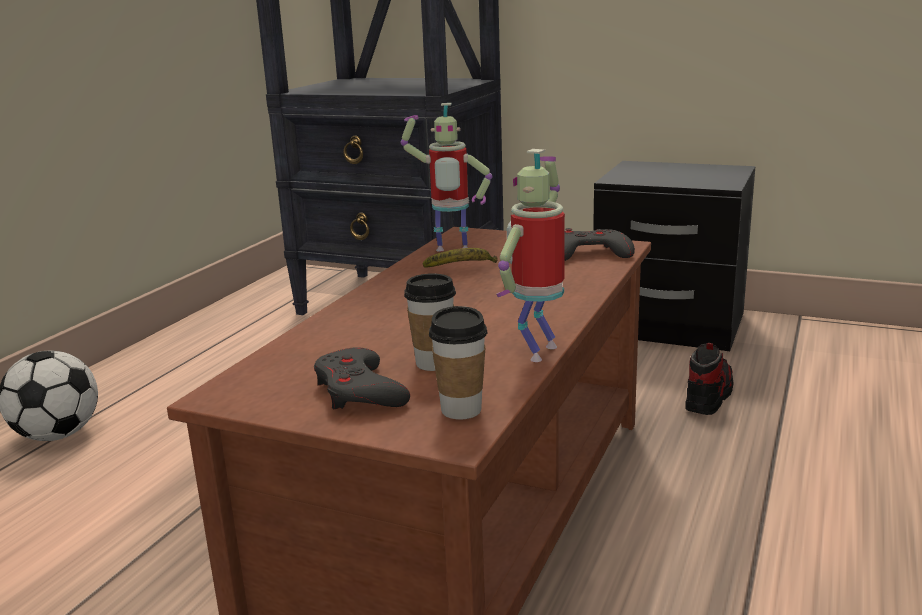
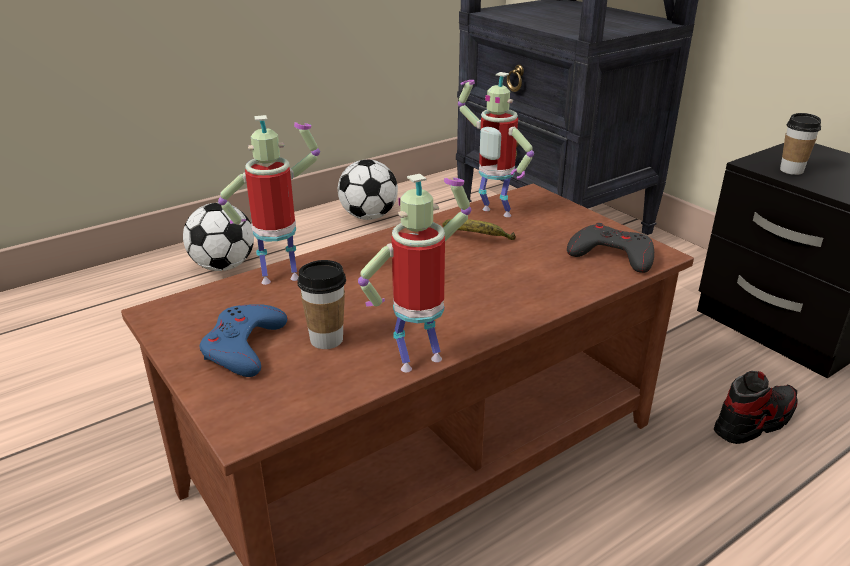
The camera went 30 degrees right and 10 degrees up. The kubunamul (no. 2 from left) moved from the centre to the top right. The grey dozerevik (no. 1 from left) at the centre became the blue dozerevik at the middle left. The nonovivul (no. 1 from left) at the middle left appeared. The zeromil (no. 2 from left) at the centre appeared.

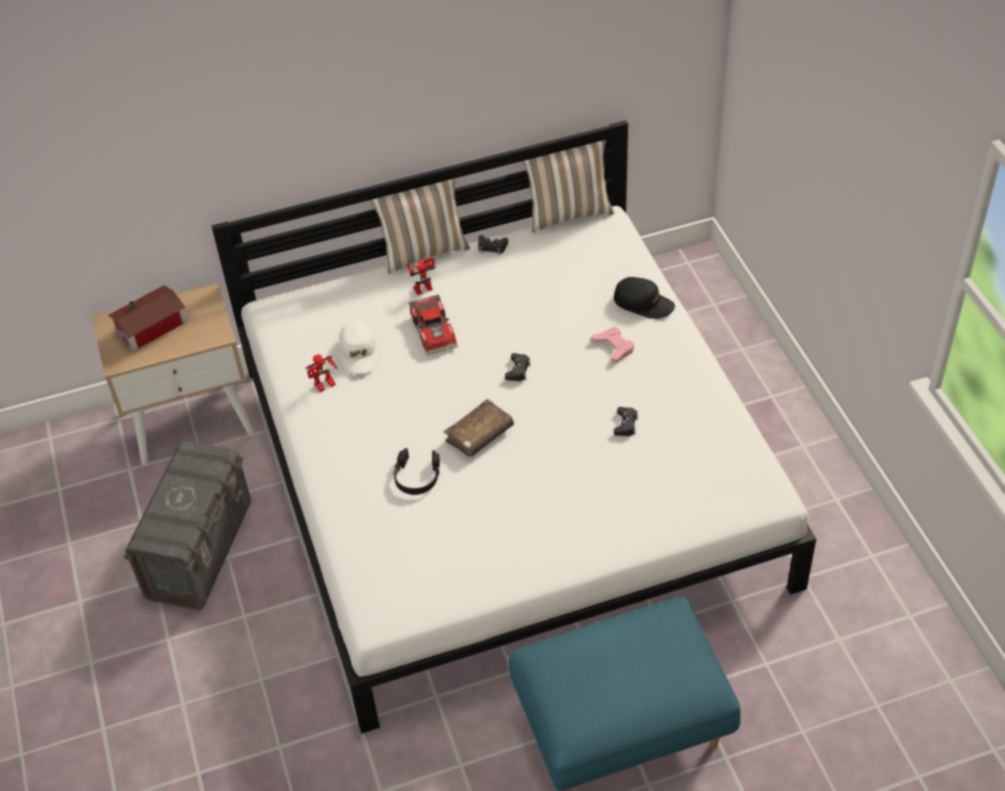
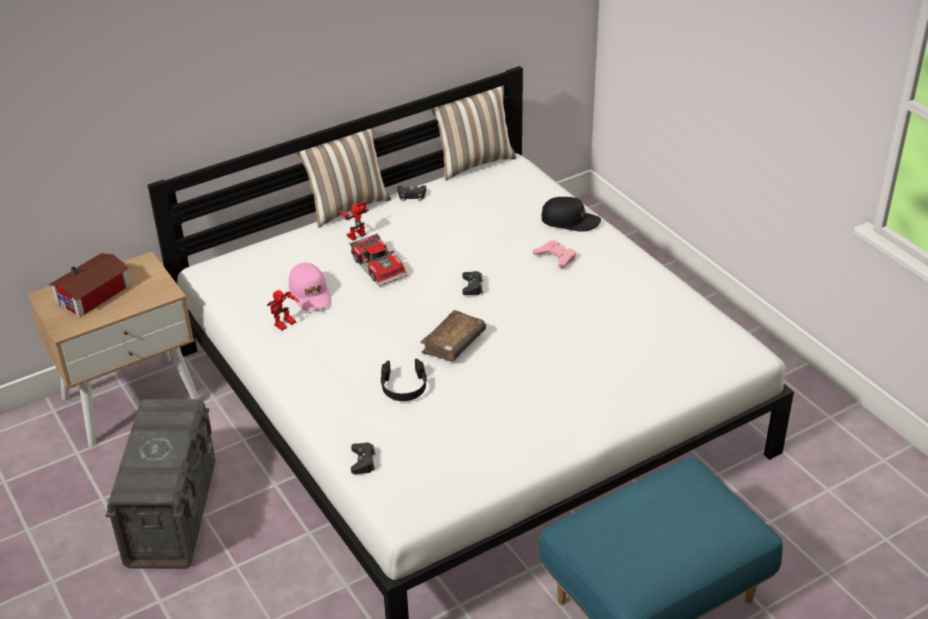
The camera went 15 degrees left and 10 degrees down. The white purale at the centre became the pink purale at the centre. The black dozerevik (no. 3 from left in the first image) moved from the centre to the bottom centre.

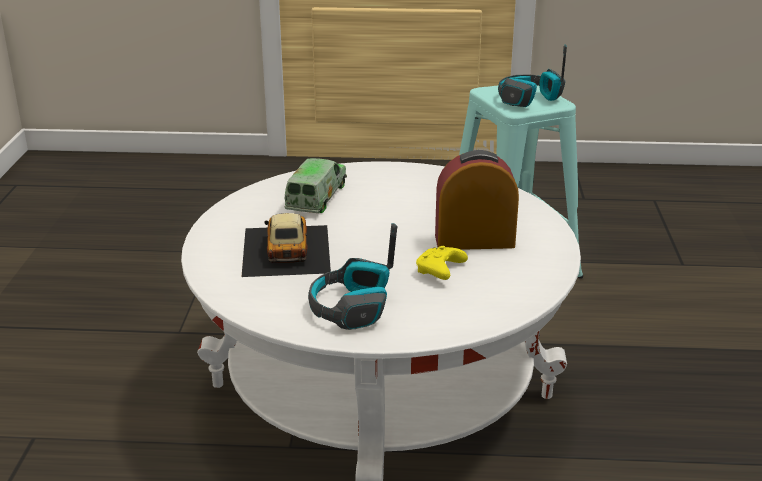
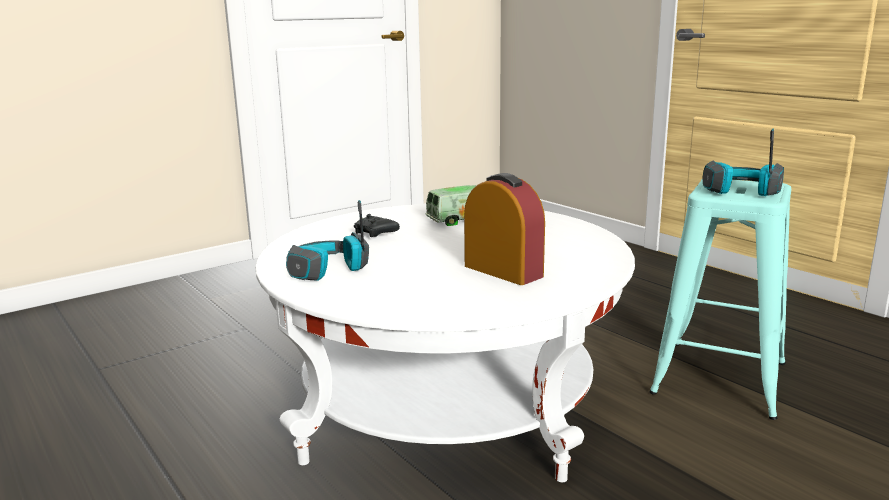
The camera went 50 degrees right and 10 degrees down. The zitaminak at the centre was replaced by the black dozerevik at the centre. The yellow dozerevik at the centre disappeared.

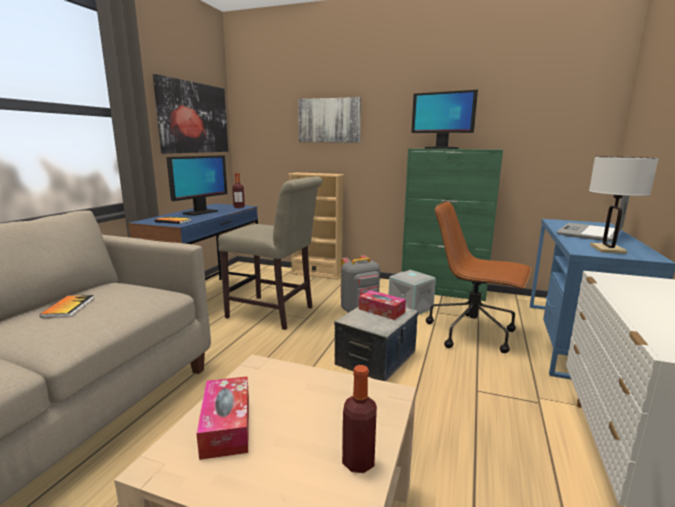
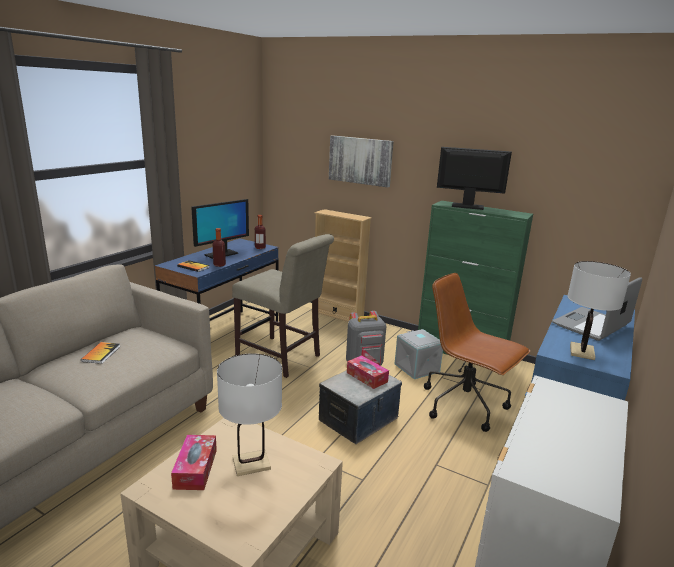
The camera went 10 degrees right and 5 degrees up. The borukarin (no. 1 from left) at the top left disappeared. The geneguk (no. 2 from left) at the top centre turned 150 degrees clockwise. The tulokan (no. 2 from left in the first image) moved from the bottom centre to the middle left. The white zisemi (no. 1 from left) at the bottom centre appeared.

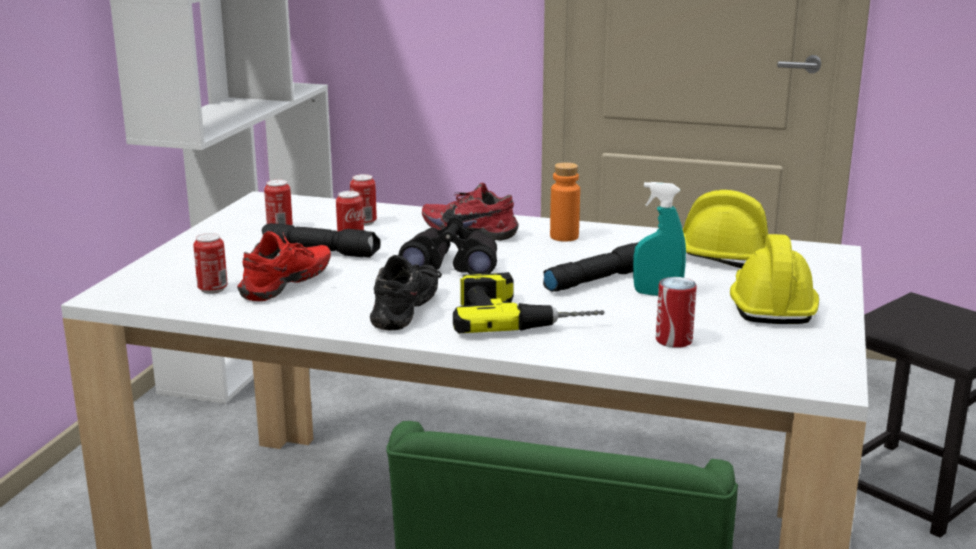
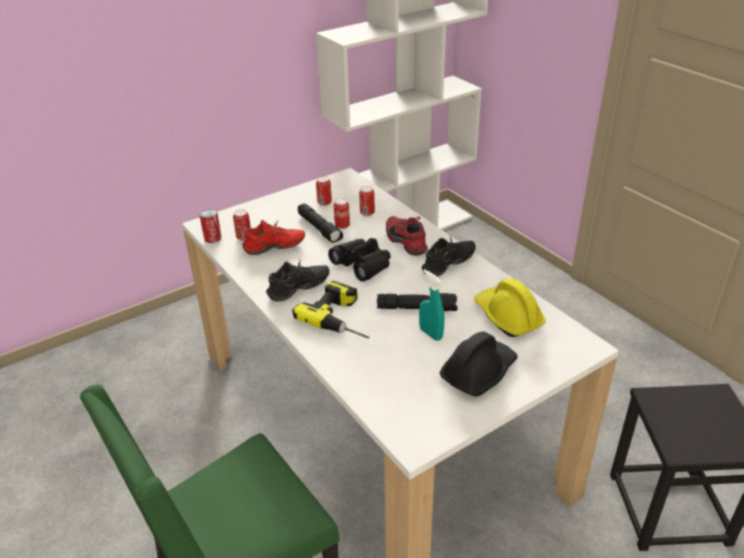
The camera went 40 degrees right and 15 degrees up. The orange tulokan at the centre was replaced by the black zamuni (no. 2 from left) at the centre. The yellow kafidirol (no. 2 from left) at the middle right became the black kafidirol at the centre. The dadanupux (no. 5 from left in the first image) moved from the middle right to the middle left.

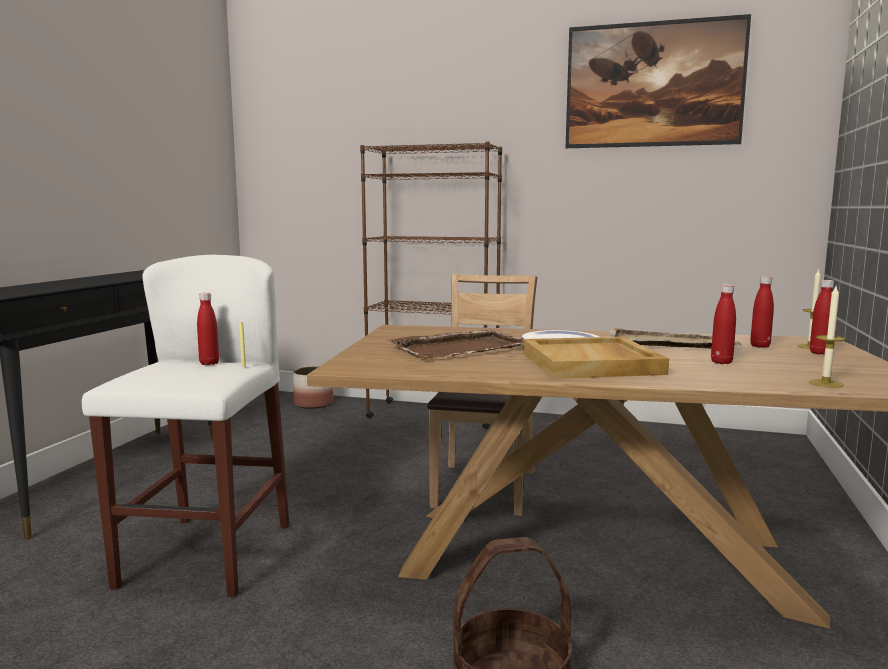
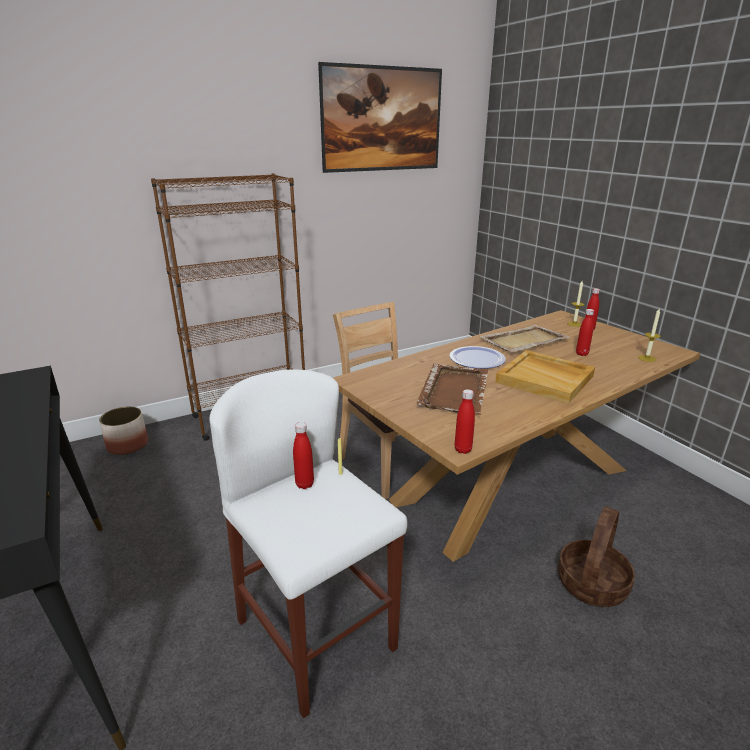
The camera went 45 degrees left and 15 degrees up. The red tulokan (no. 3 from left in the first image) moved from the middle right to the centre.

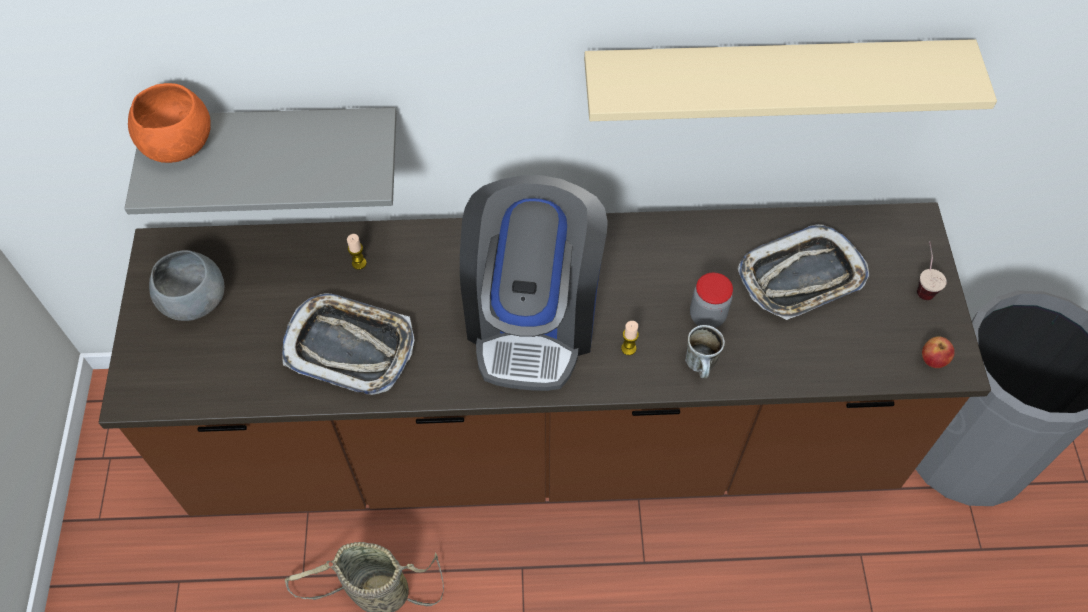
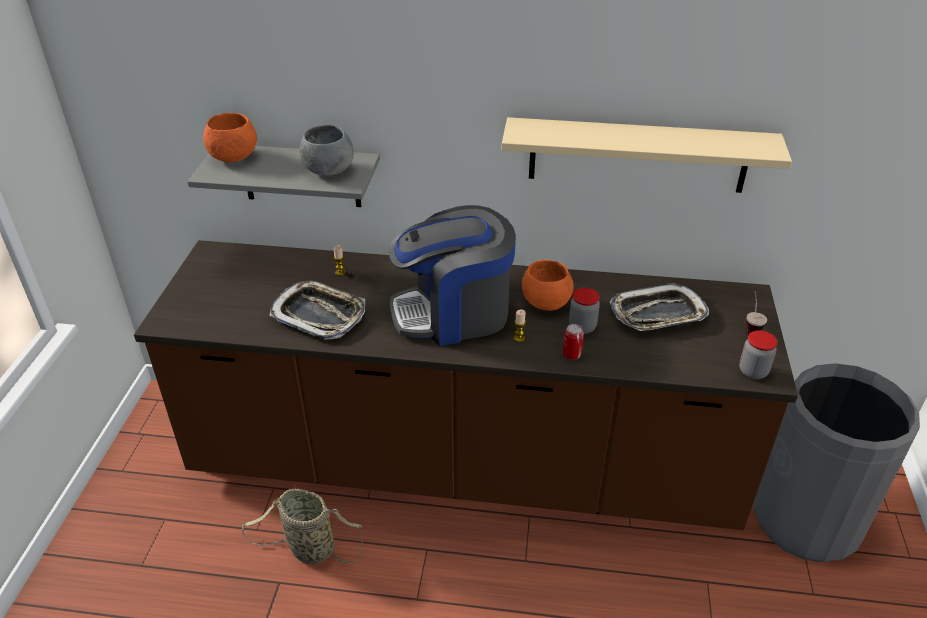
The camera went 10 degrees right and 20 degrees down. The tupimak at the centre turned 60 degrees clockwise. The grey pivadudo moved from the middle left to the top centre. The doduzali at the centre was replaced by the dadanupux at the centre. The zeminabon at the middle right was replaced by the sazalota (no. 2 from left) at the middle right. The orange pivadudo (no. 2 from left) at the centre appeared.

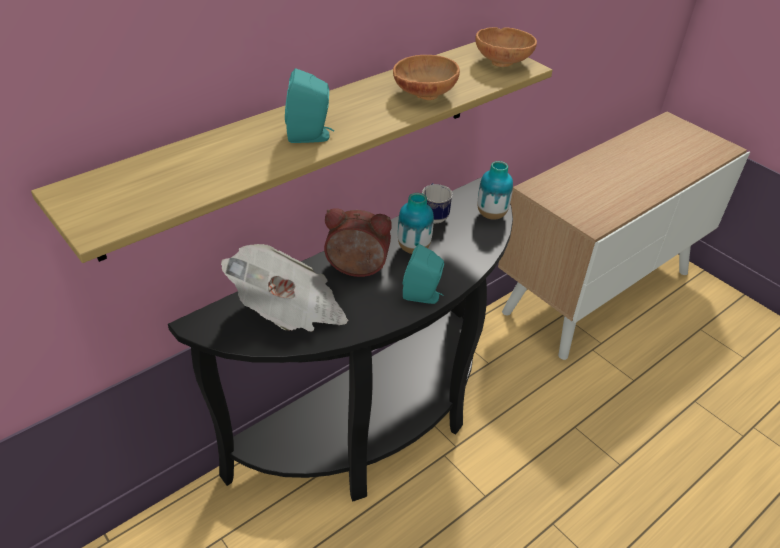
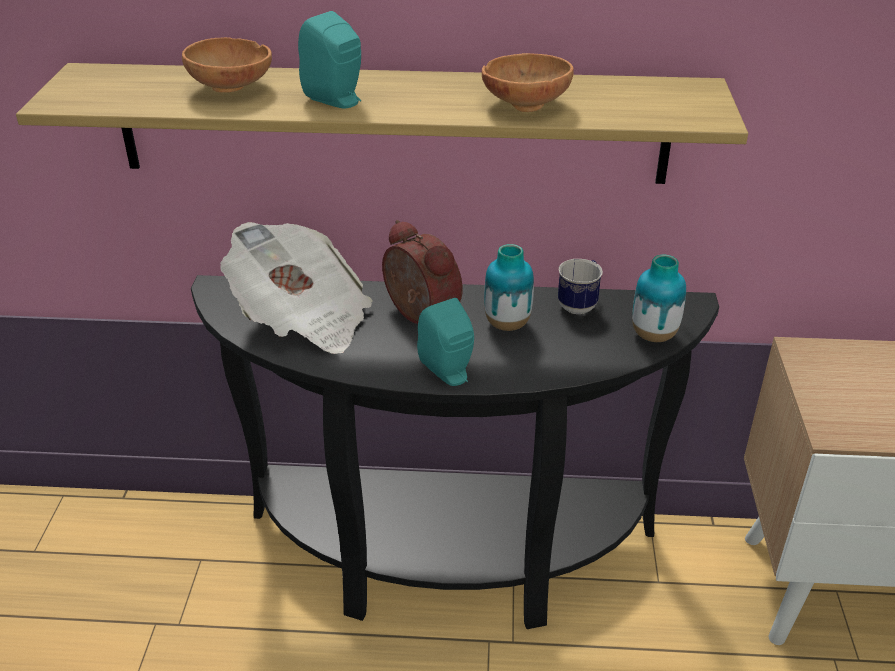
The camera went 45 degrees right and 5 degrees down. The brown pivadudo (no. 2 from left in the first image) moved from the top centre to the top left.

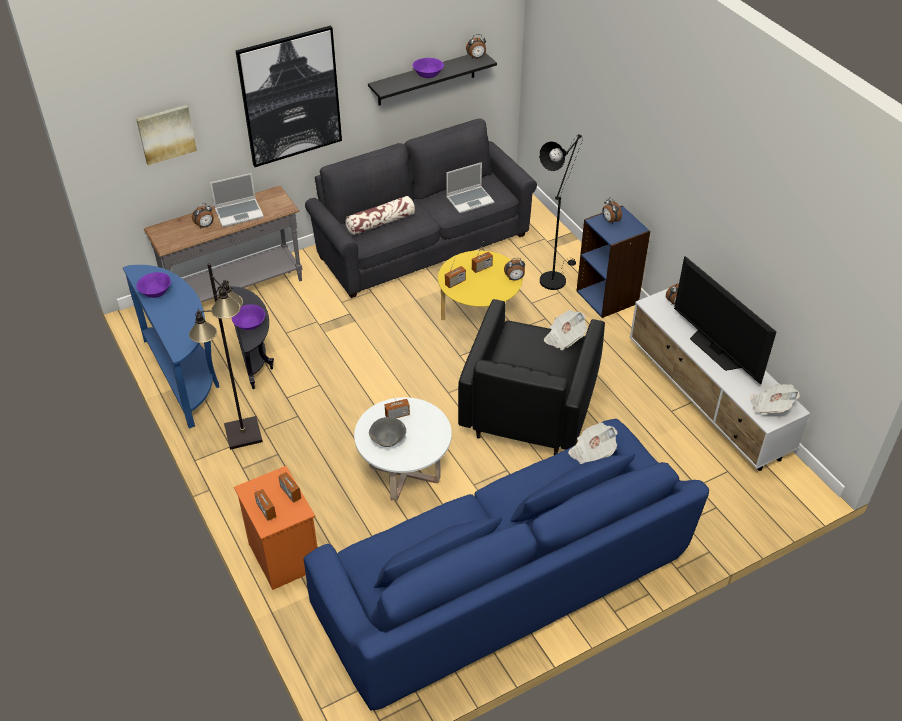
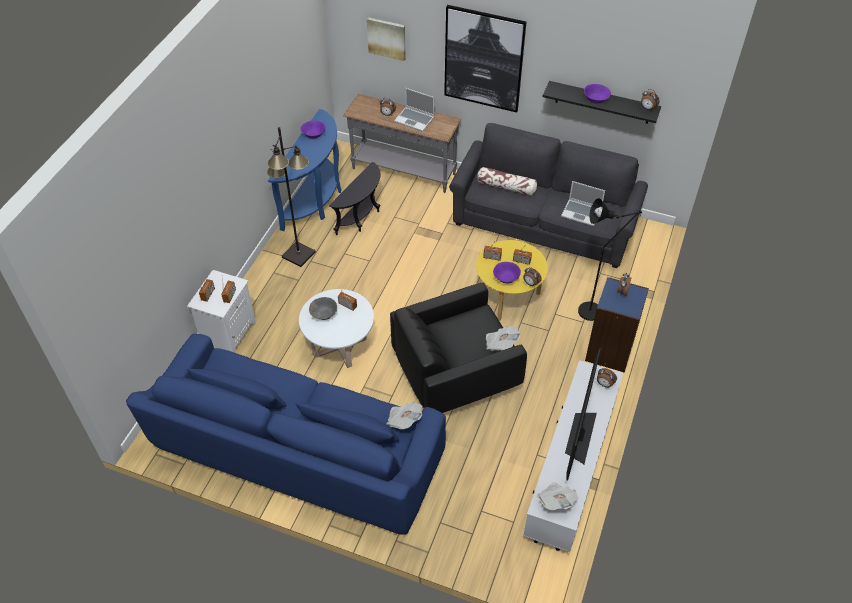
The camera went 50 degrees right and 5 degrees up. The purple pivadudo (no. 2 from left) moved from the middle left to the centre. The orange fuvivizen at the bottom left became the white fuvivizen at the middle left.

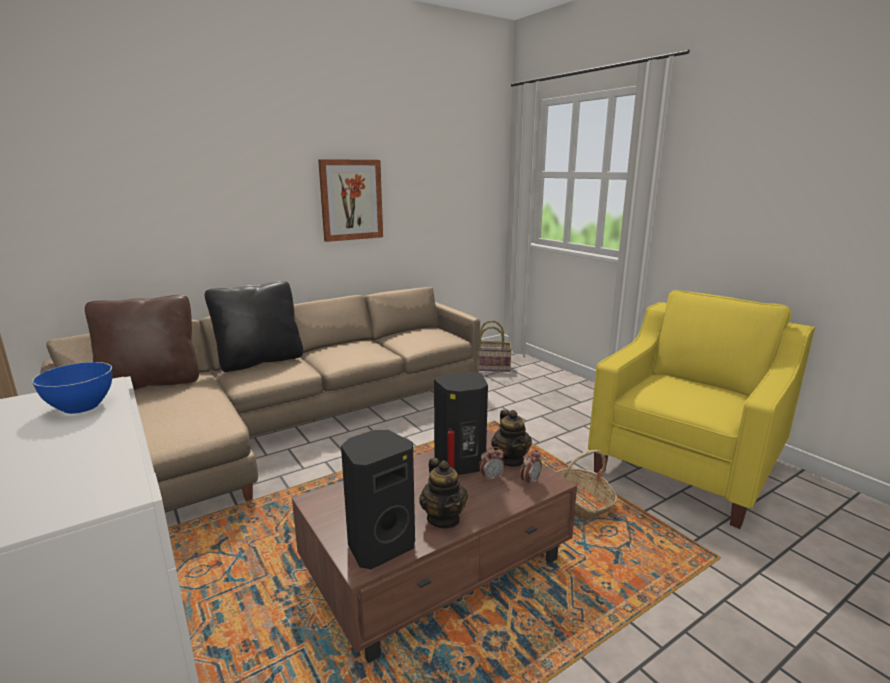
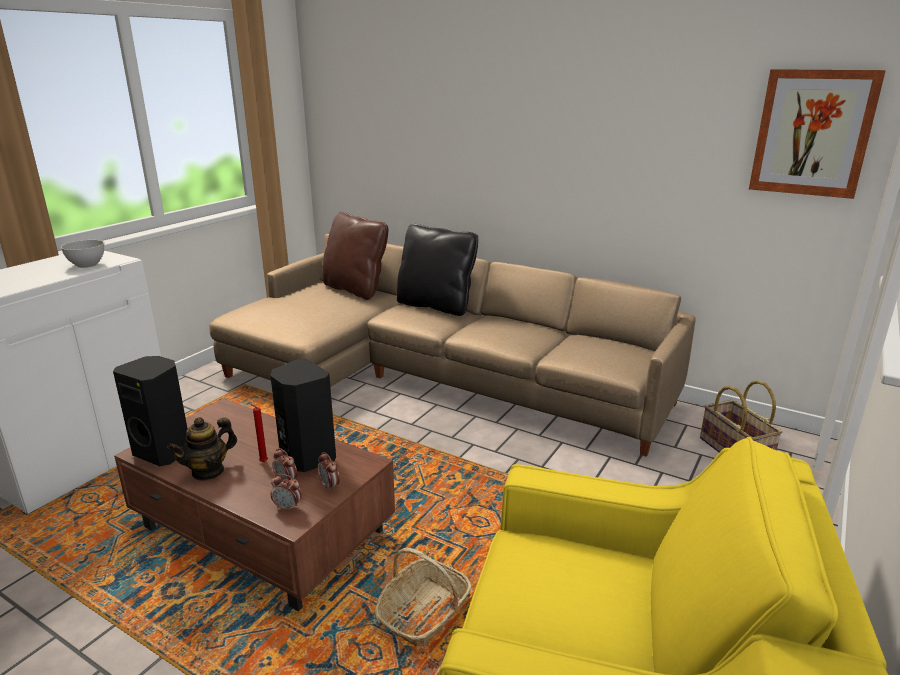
The camera went 65 degrees right and 5 degrees up. The borukarin moved from the top centre to the top right. The blue pivadudo at the middle left became the grey pivadudo at the middle left. The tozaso (no. 2 from left) at the centre was replaced by the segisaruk (no. 3 from left) at the bottom centre.

